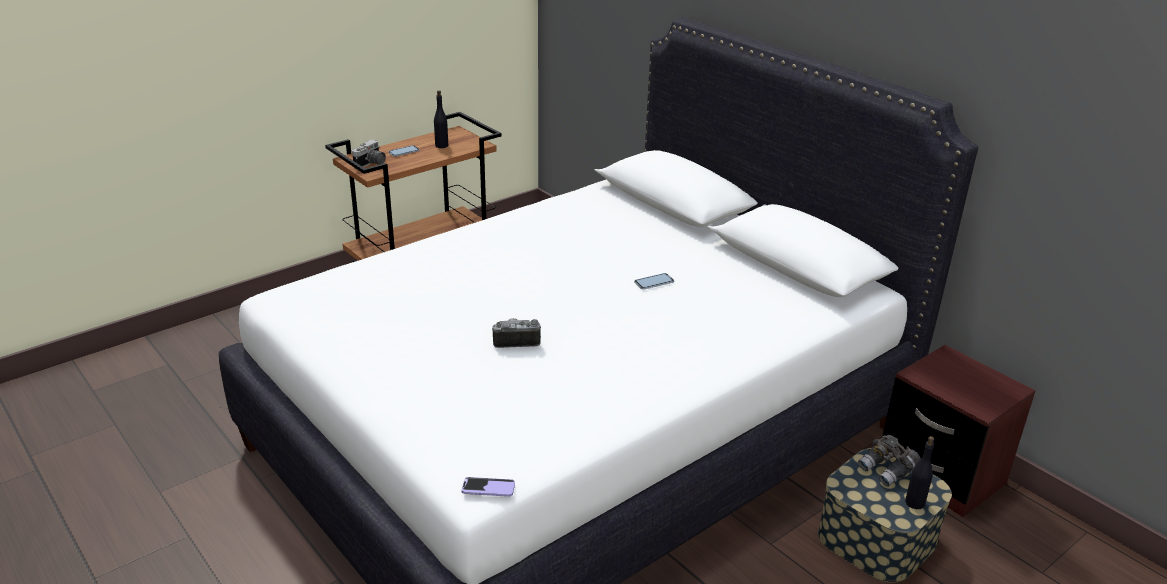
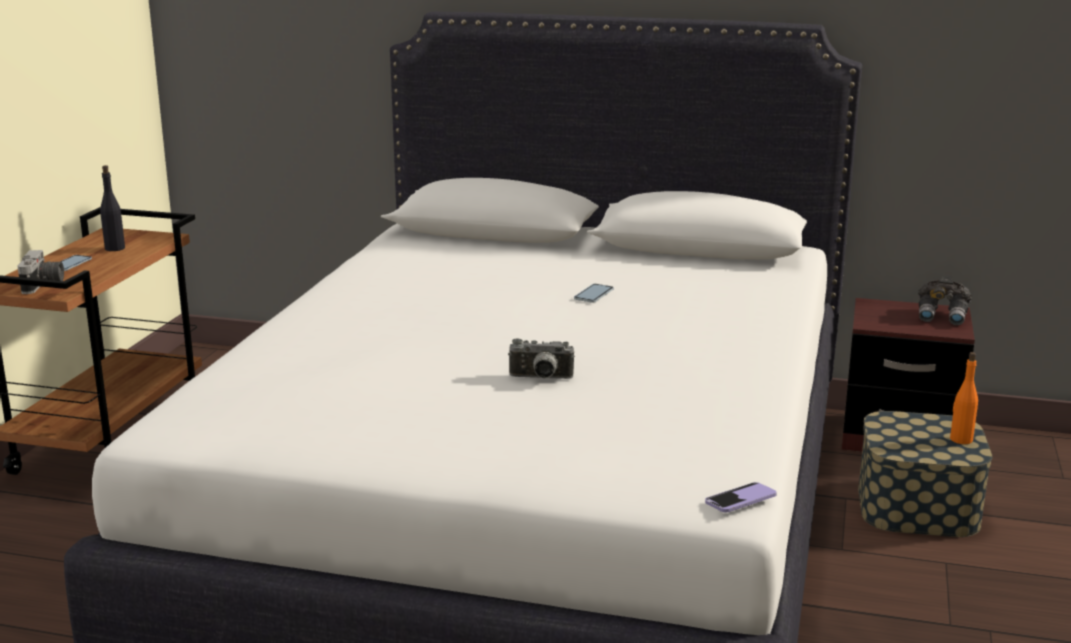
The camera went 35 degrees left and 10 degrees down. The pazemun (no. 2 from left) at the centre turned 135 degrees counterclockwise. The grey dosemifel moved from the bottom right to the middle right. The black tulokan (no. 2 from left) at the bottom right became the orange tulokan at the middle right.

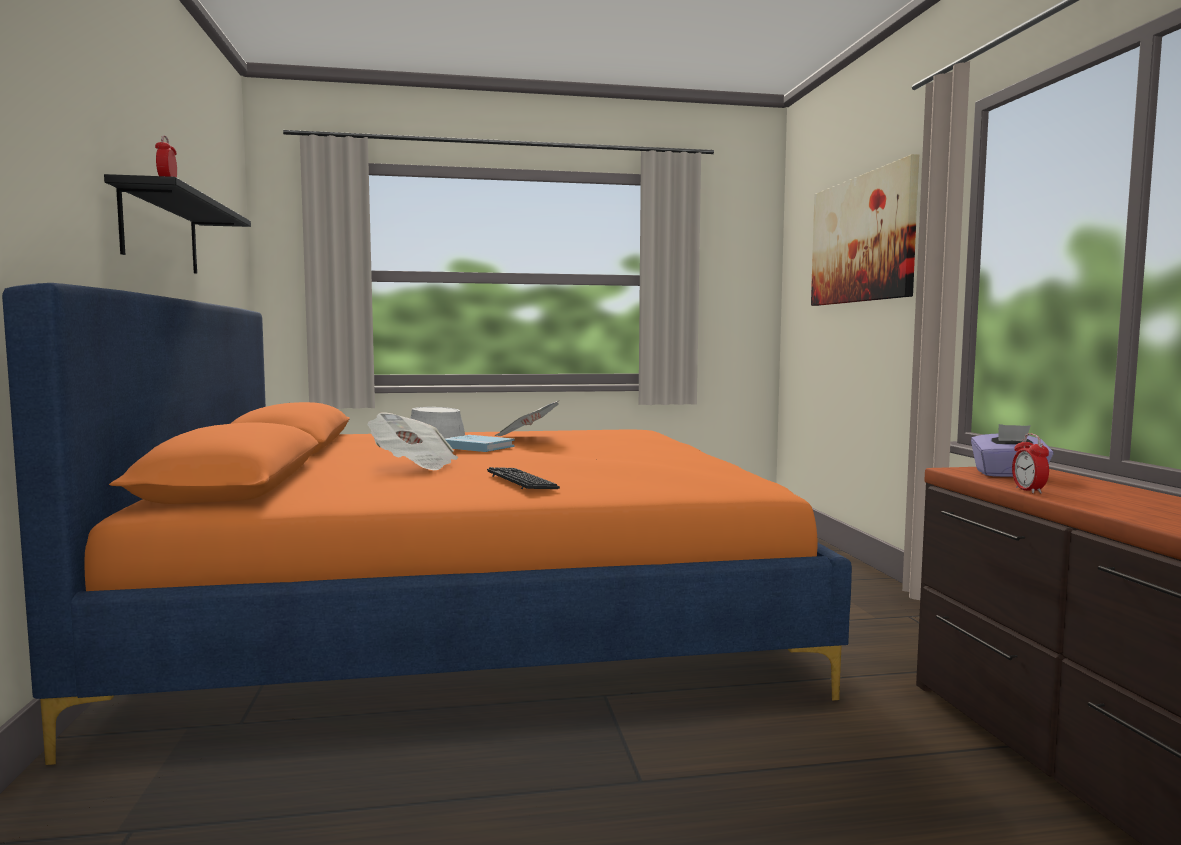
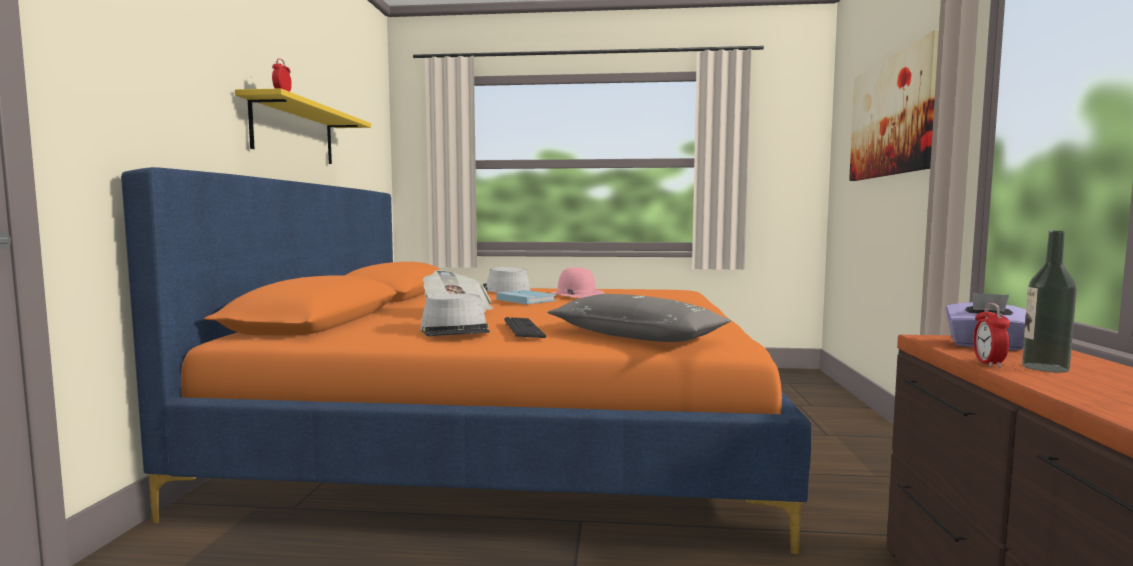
The camera went 15 degrees right and 0 degrees up. The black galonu at the top left became the yellow galonu at the top left. The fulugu (no. 2 from left) at the centre was replaced by the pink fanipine at the centre. The tulokan at the middle right appeared. The grey fanipine (no. 1 from left) at the centre appeared. The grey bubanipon at the centre appeared.

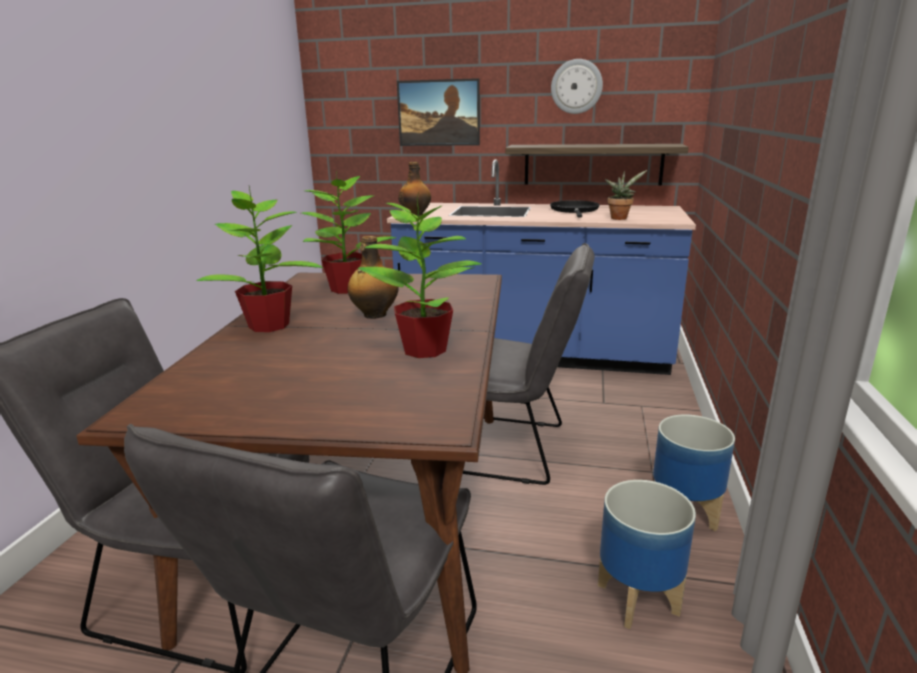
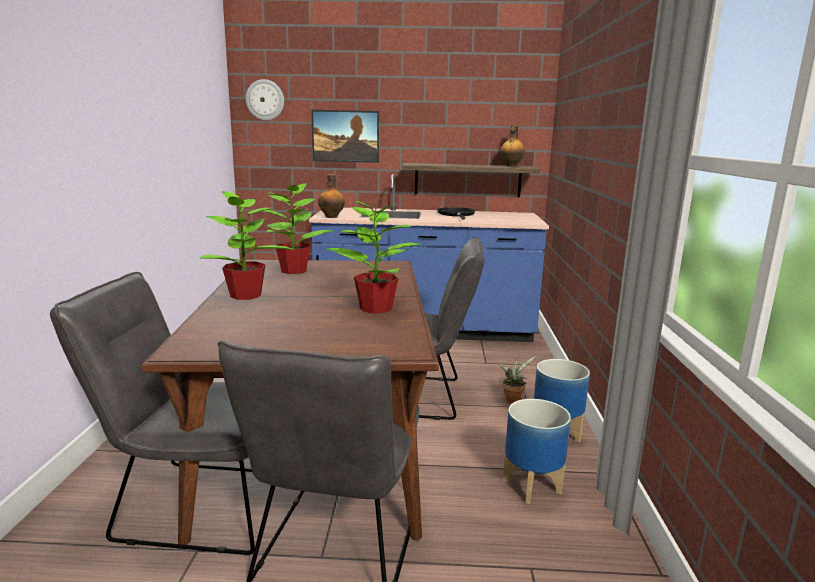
The camera went 10 degrees left and 5 degrees down. The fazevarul moved from the top centre to the top left. The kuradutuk (no. 4 from left) moved from the top right to the centre. The tulokan (no. 1 from left in the first image) moved from the centre to the top centre.

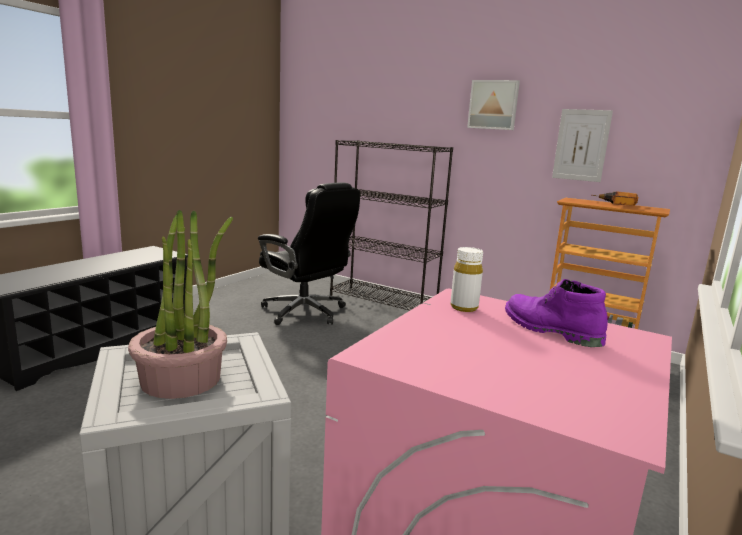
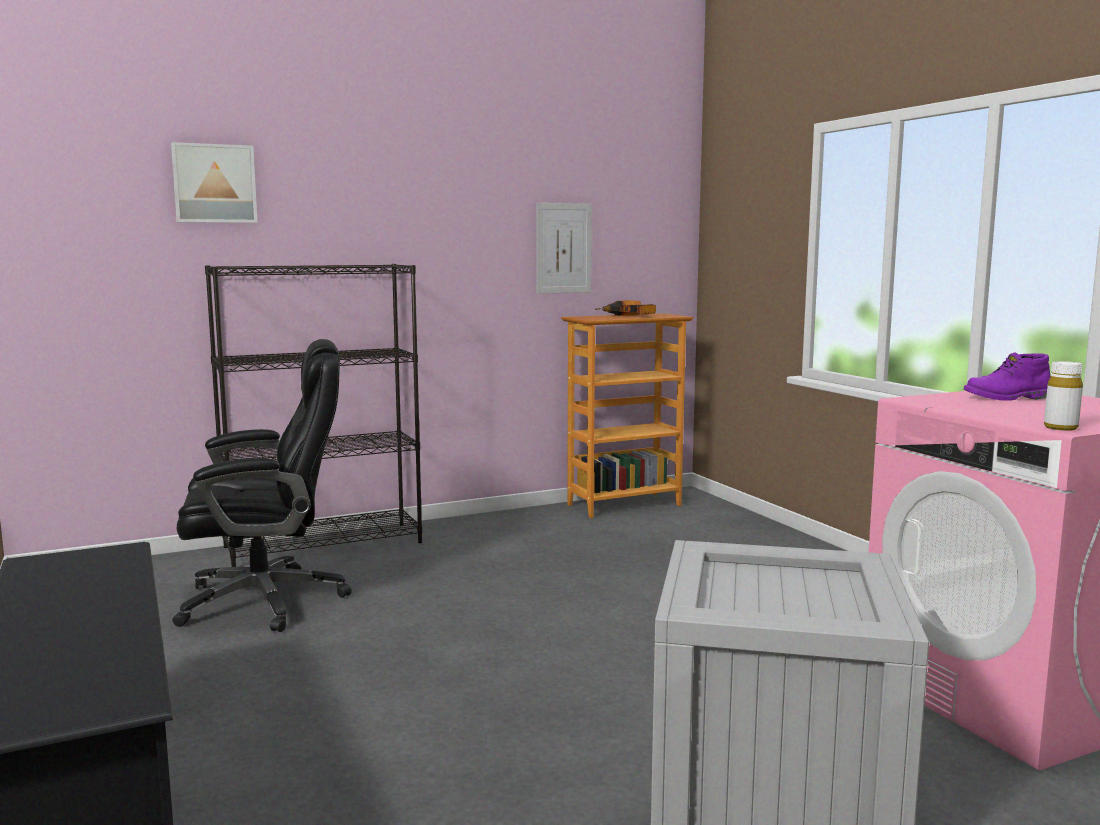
The camera went 55 degrees left and 5 degrees down. The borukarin (no. 1 from left) moved from the top centre to the top left. The kuradutuk at the middle left disappeared. The white tulokan moved from the centre to the middle right.

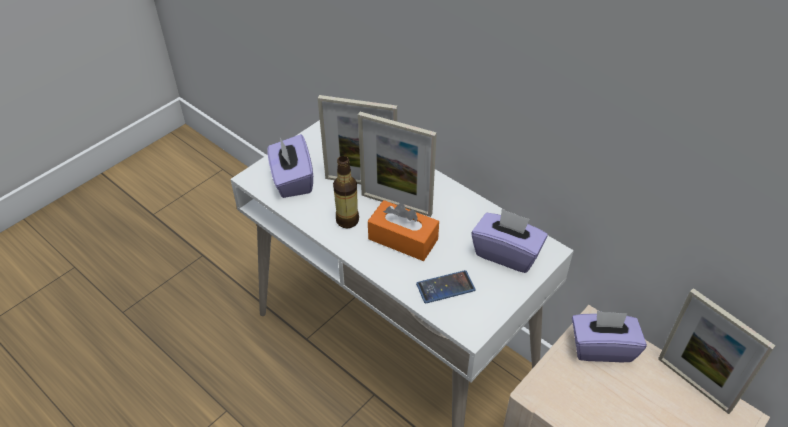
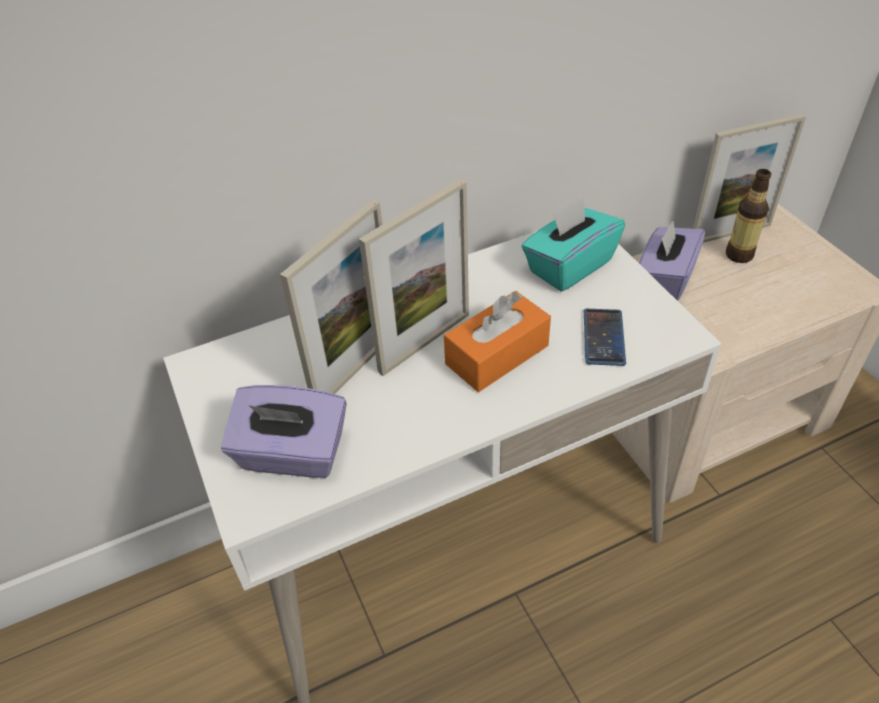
The camera went 65 degrees left and 0 degrees up. The tulokan moved from the centre to the top right. The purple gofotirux (no. 2 from left) at the centre became the turquoise gofotirux at the centre.

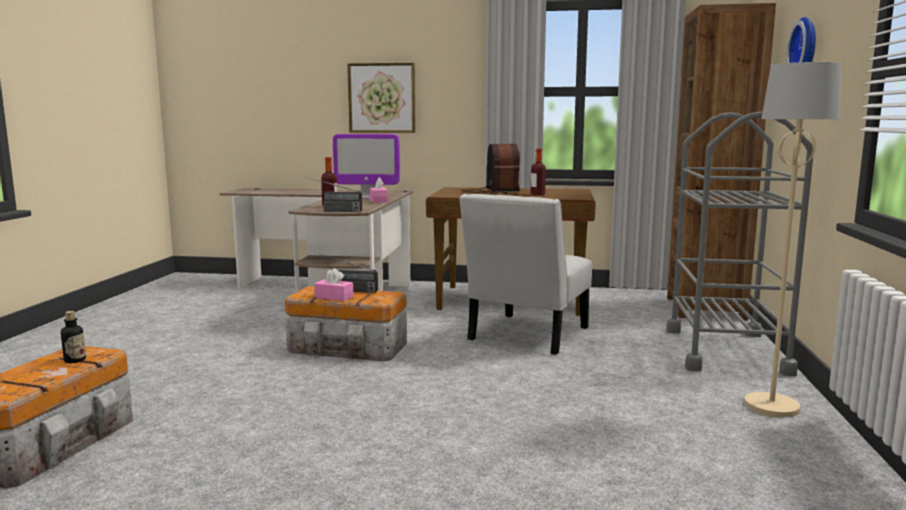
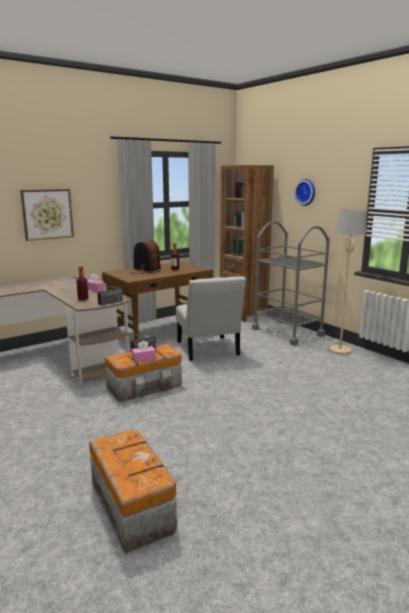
The camera went 45 degrees left and 5 degrees up. The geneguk at the top centre disappeared. The tulokan (no. 1 from left) at the middle left disappeared.

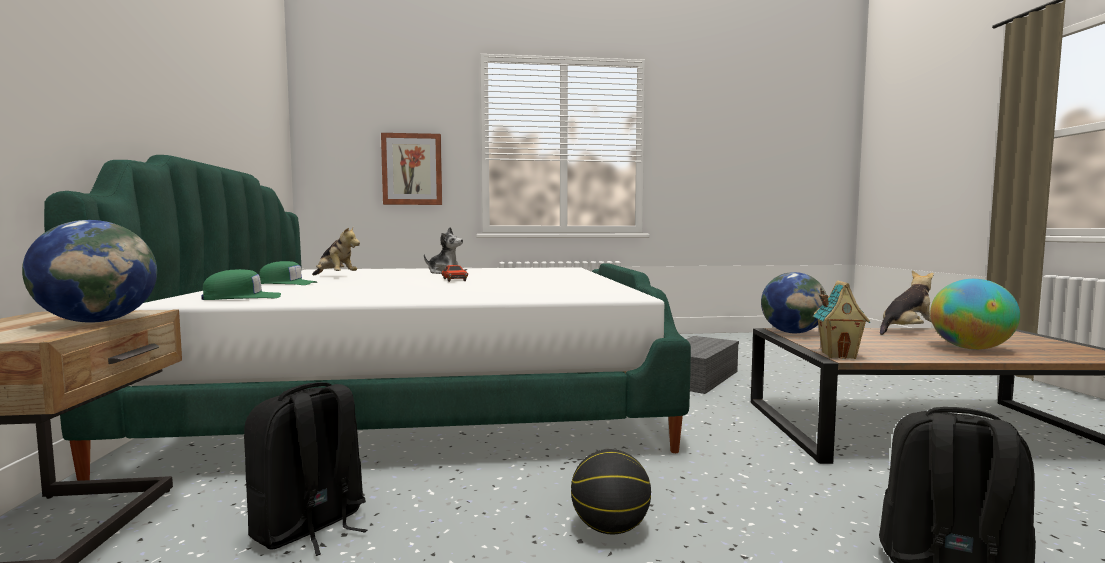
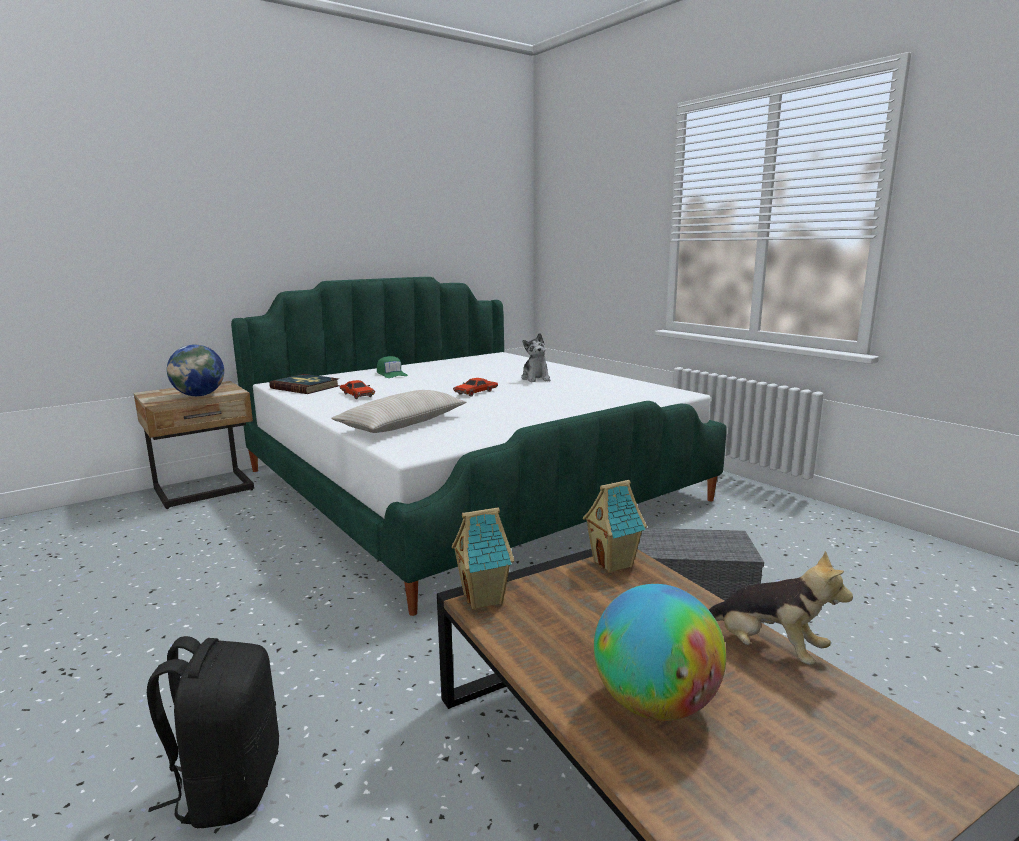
The camera went 60 degrees right and 10 degrees up. The borukarin at the top centre disappeared. The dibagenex (no. 1 from left) at the middle left disappeared. The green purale (no. 1 from left) at the middle left was replaced by the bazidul at the middle left. The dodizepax (no. 2 from left) at the middle right was replaced by the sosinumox (no. 2 from left) at the centre. The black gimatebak (no. 1 from left) at the bottom left disappeared. The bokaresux at the bottom centre disappeared. The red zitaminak (no. 1 from left) at the centre appeared. The beige bubanipon at the centre appeared.

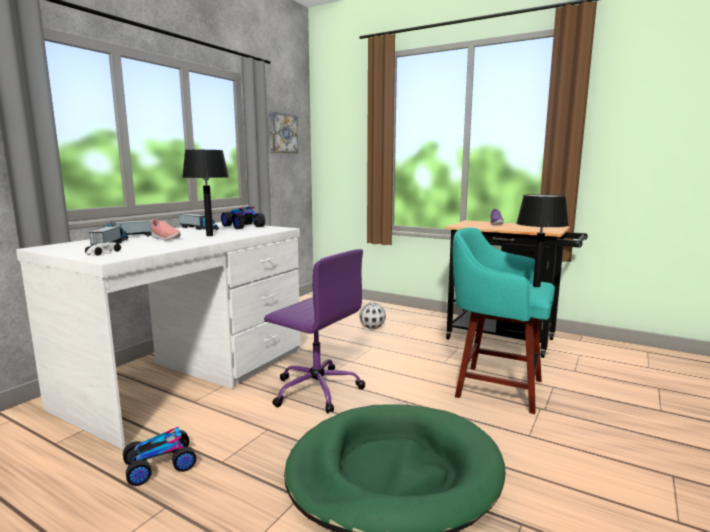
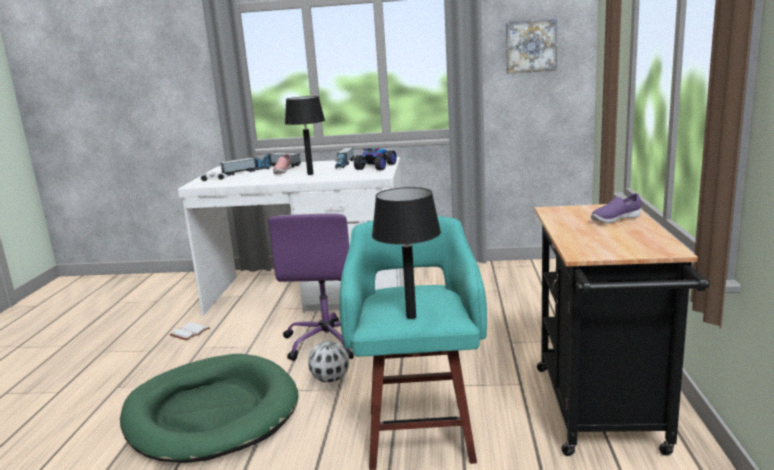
The camera went 65 degrees right and 5 degrees up. The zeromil moved from the centre to the bottom centre. The zitaminak (no. 2 from left) at the bottom left was replaced by the white bazidul at the bottom left.

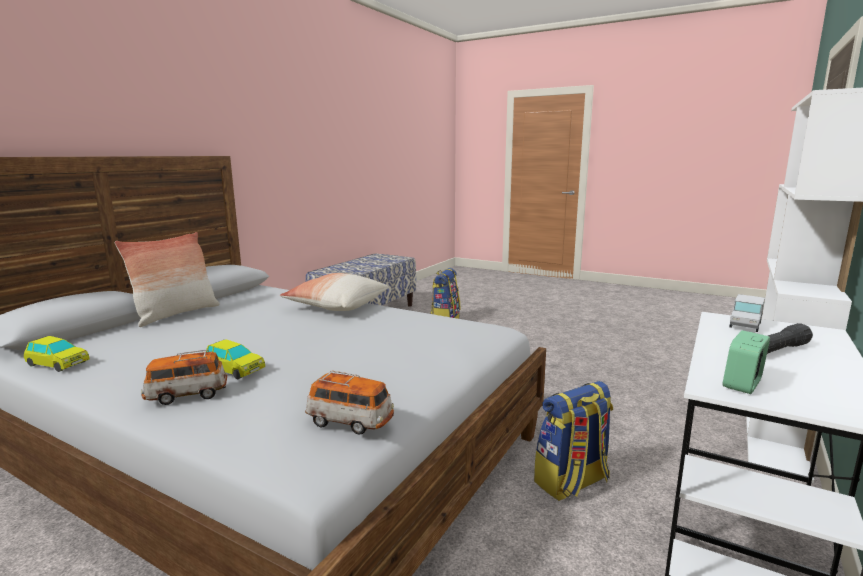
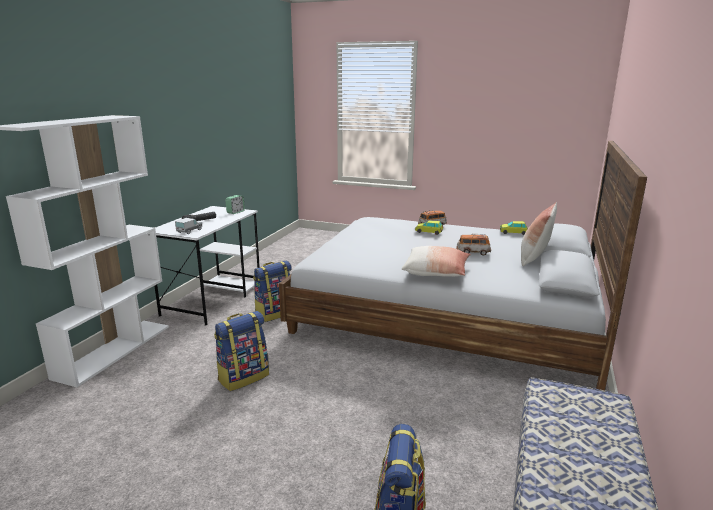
The camera went 170 degrees right and 5 degrees up. The zitaminak (no. 4 from left in the first image) moved from the bottom centre to the centre. The gimatebak (no. 1 from left) at the bottom centre appeared.

